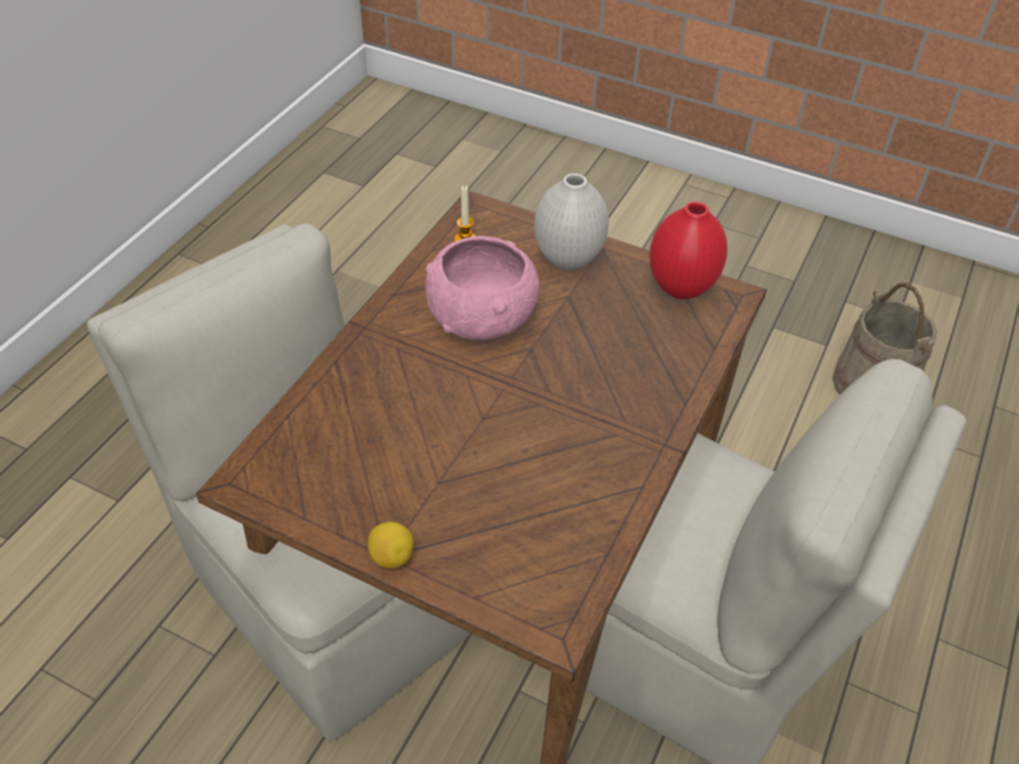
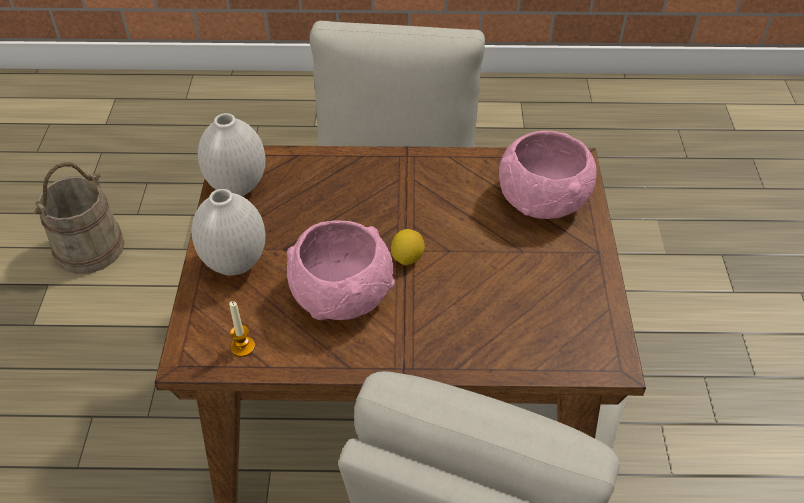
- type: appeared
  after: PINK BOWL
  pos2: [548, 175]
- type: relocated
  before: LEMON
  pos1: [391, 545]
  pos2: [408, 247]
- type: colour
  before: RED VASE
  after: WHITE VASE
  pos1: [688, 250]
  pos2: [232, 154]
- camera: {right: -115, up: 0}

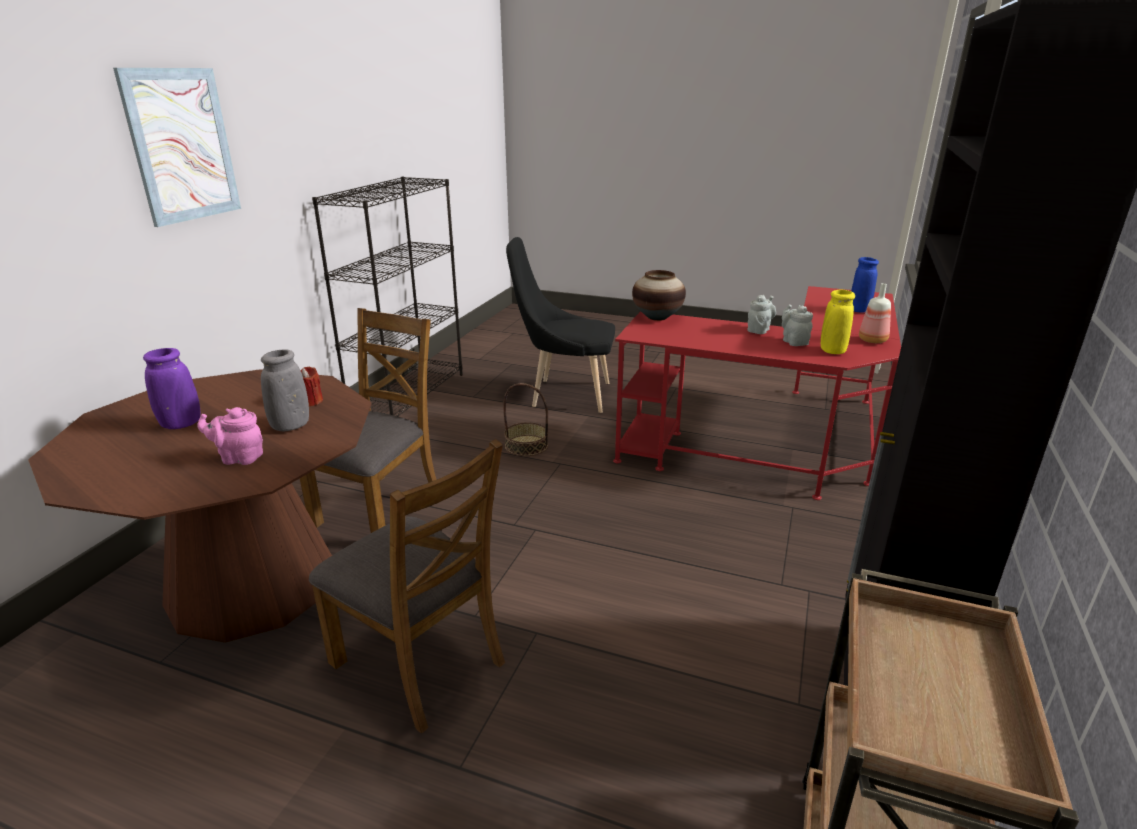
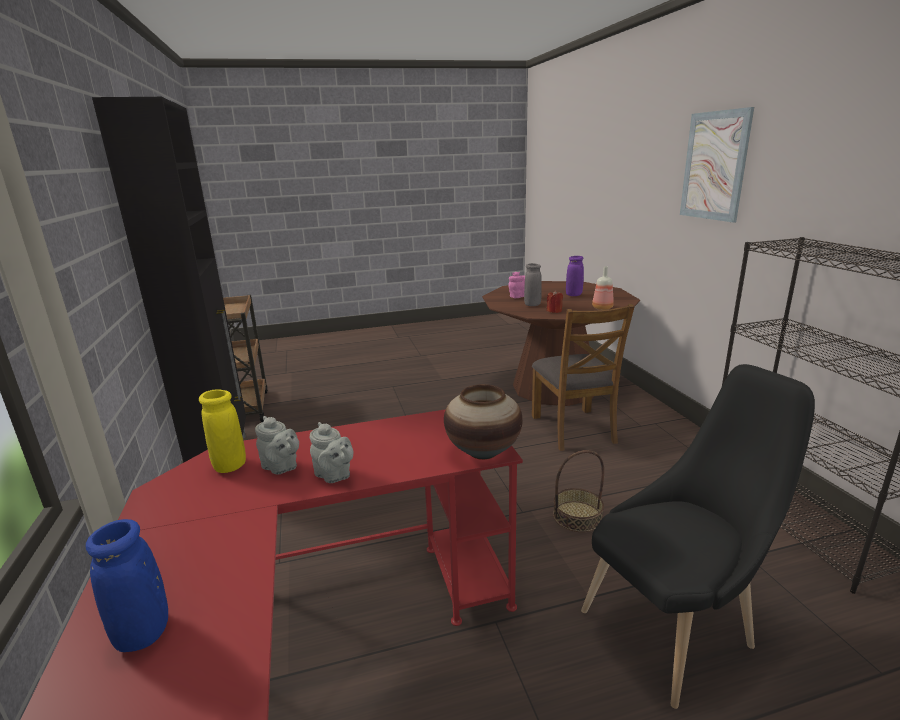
- type: missing
  before: BROWN CHAIR
  pos1: [407, 586]
- type: relocated
  before: BOTTLE
  pos1: [875, 313]
  pos2: [603, 288]
- type: spun
  before: GREY TEAPOT
  pos1: [761, 314]
  pos2: [331, 452]
  turn: -45
- camera: {right: 145, up: -5}

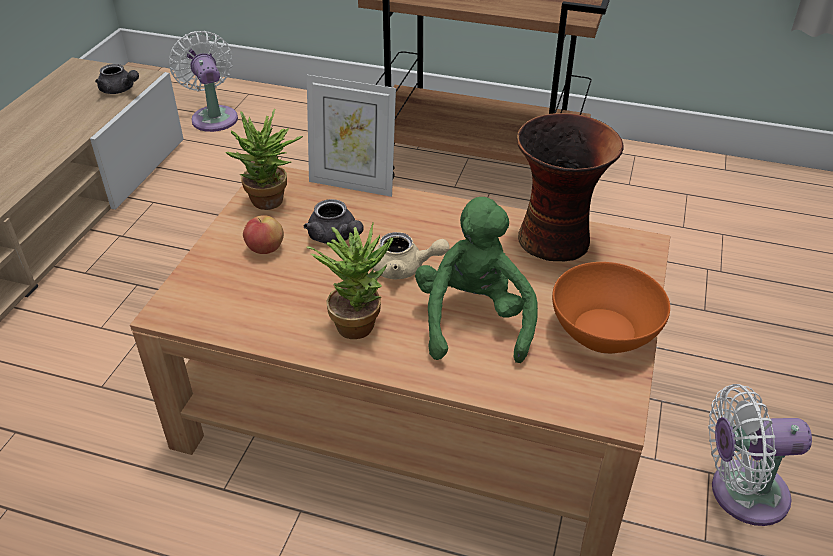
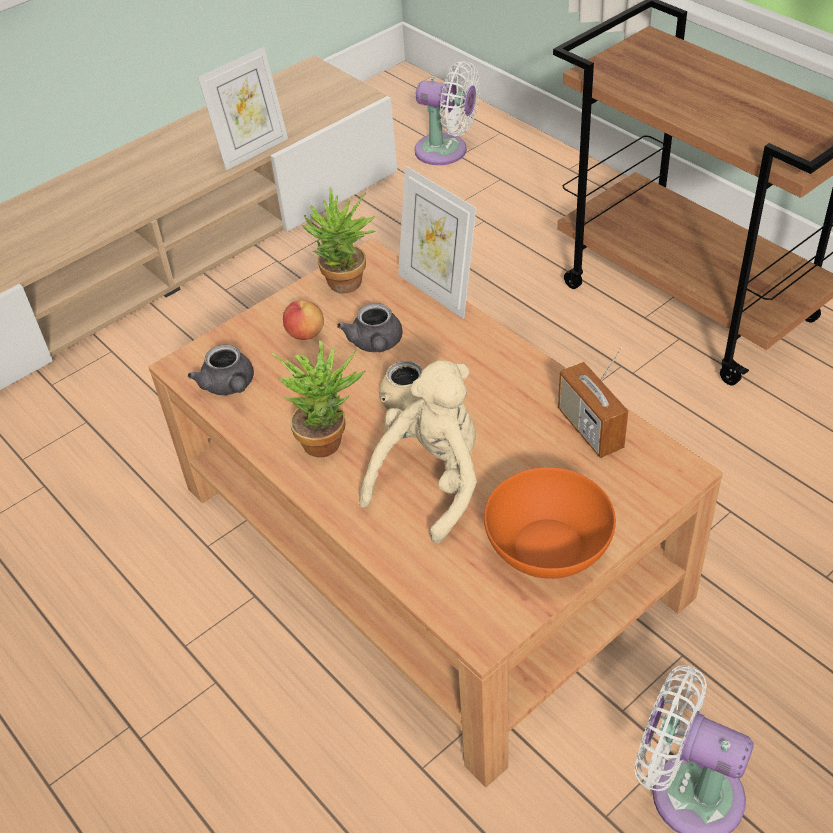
- type: appeared
  after: PICTURE FRAME
  pos2: [243, 108]
- type: relocated
  before: GREY TEAPOT
  pos1: [117, 79]
  pos2: [221, 370]
- type: exchanged
  before: VASE
  after: RADIO
  pos1: [570, 187]
  pos2: [593, 402]
- type: colour
  before: GREEN PLUSH TOY
  after: BEIGE PLUSH TOY
  pos1: [476, 280]
  pos2: [418, 451]
- type: spun
  before: WHITE FAN
  pos1: [203, 81]
  pos2: [447, 113]
  turn: 105
- camera: {right: 35, up: 5}

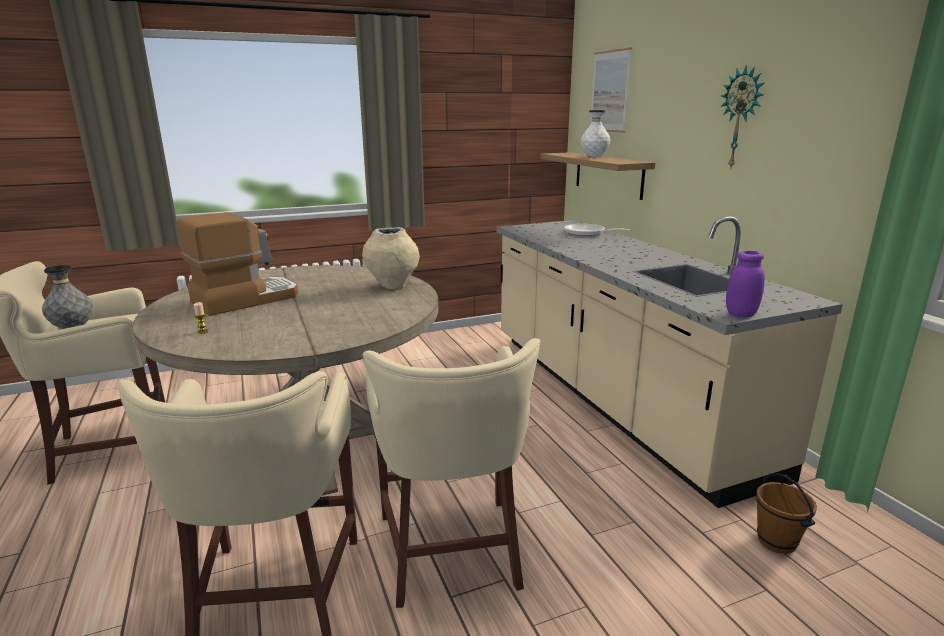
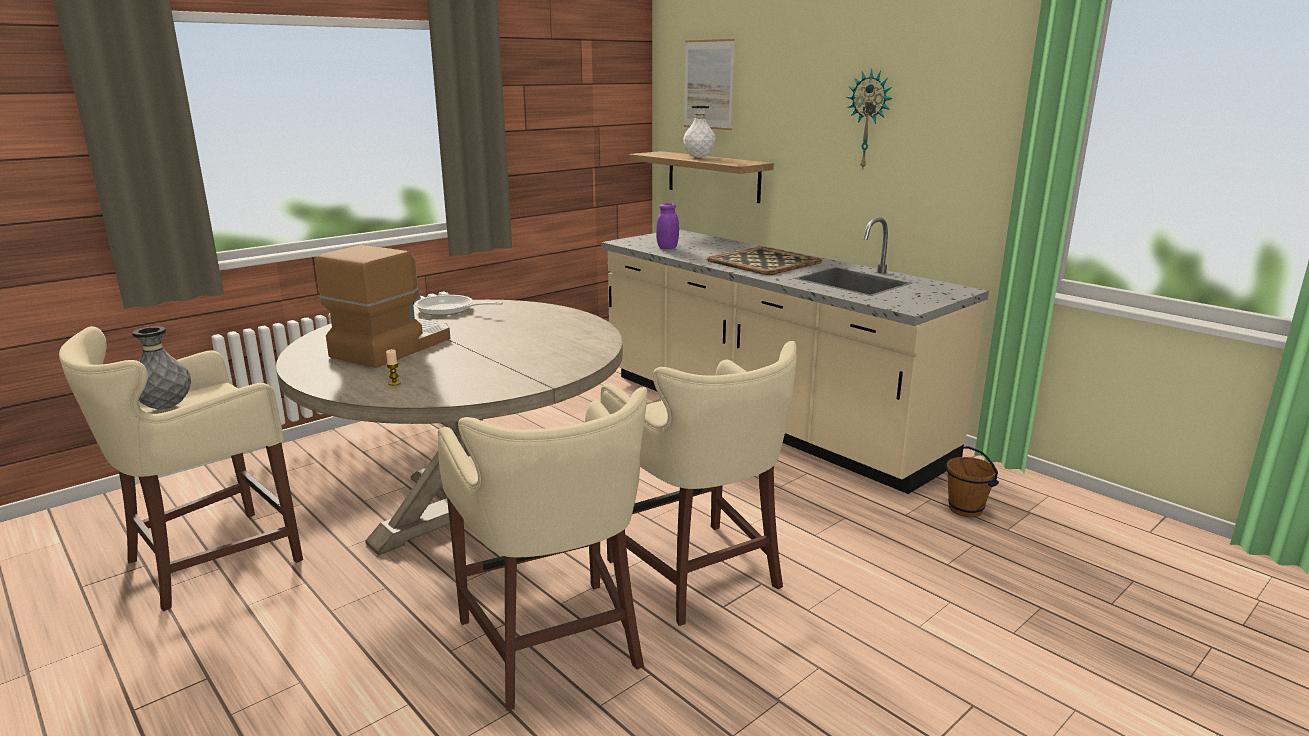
- type: missing
  before: BEIGE VASE
  pos1: [391, 258]
- type: appeared
  after: TRAY
  pos2: [764, 261]
- type: relocated
  before: FRYING PAN
  pos1: [597, 230]
  pos2: [459, 305]
- type: relocated
  before: PURPLE JAR
  pos1: [745, 284]
  pos2: [667, 226]
- camera: {right: -20, up: 0}

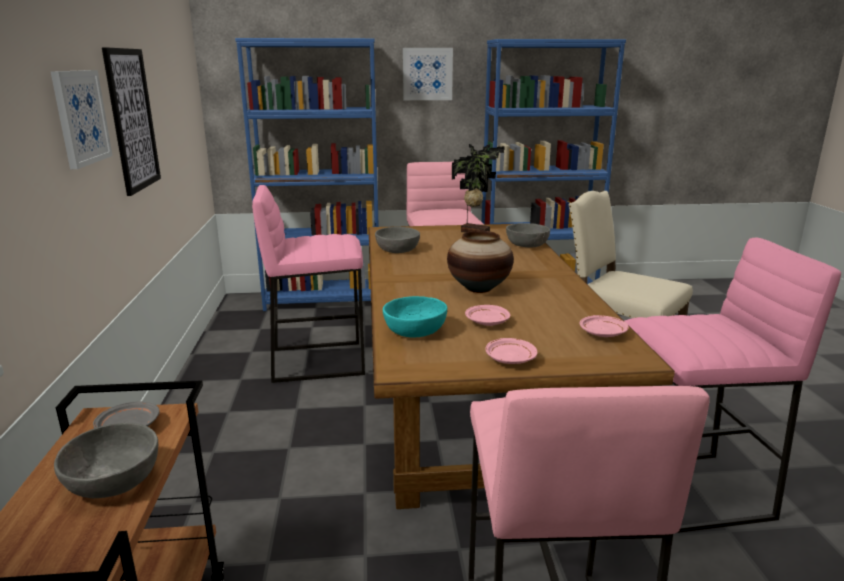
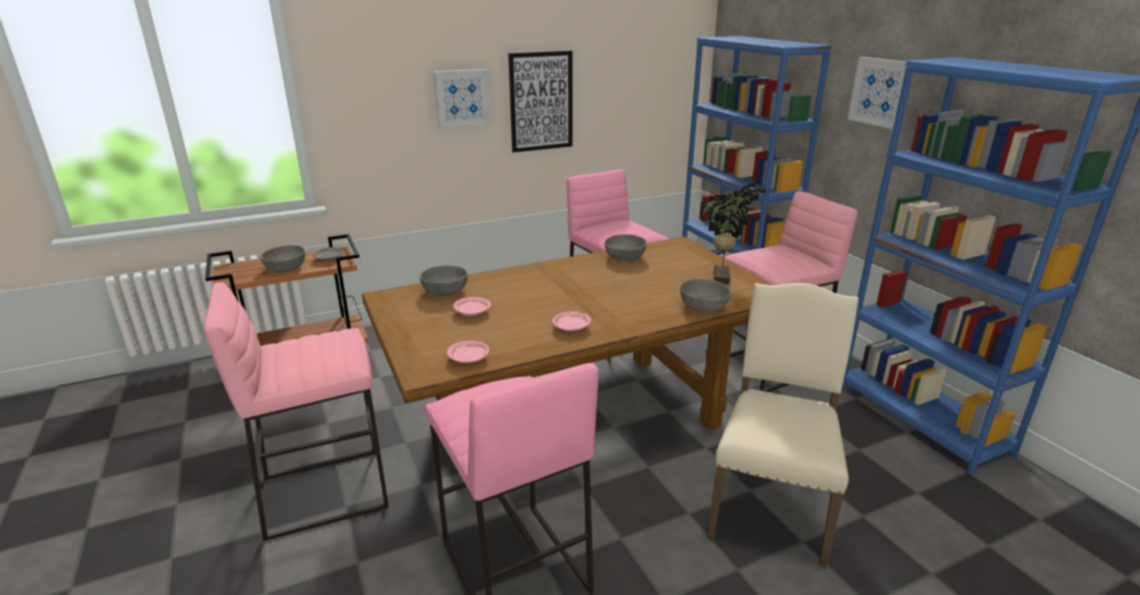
- type: missing
  before: VASE
  pos1: [480, 262]
- type: relocated
  before: PINK PLATE
  pos1: [511, 351]
  pos2: [572, 321]
- type: colour
  before: TURQUOISE BOWL
  after: GREY BOWL
  pos1: [415, 316]
  pos2: [444, 280]
- camera: {right: 70, up: 5}

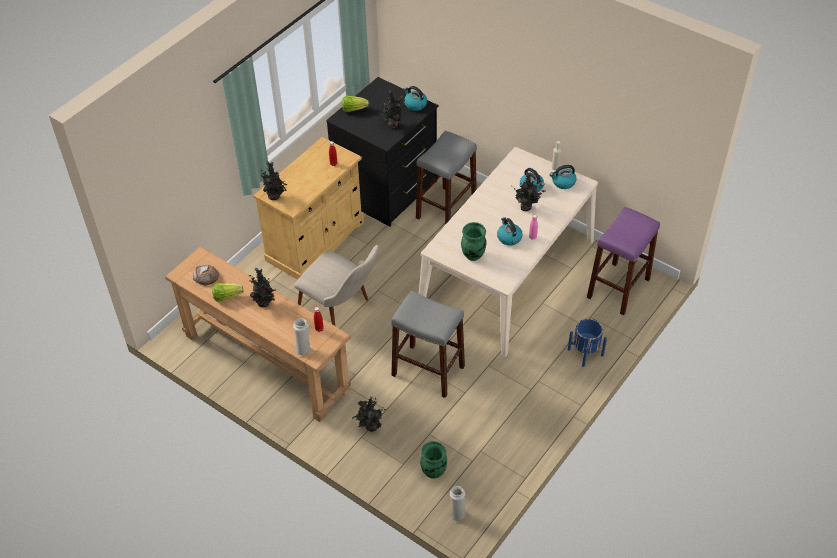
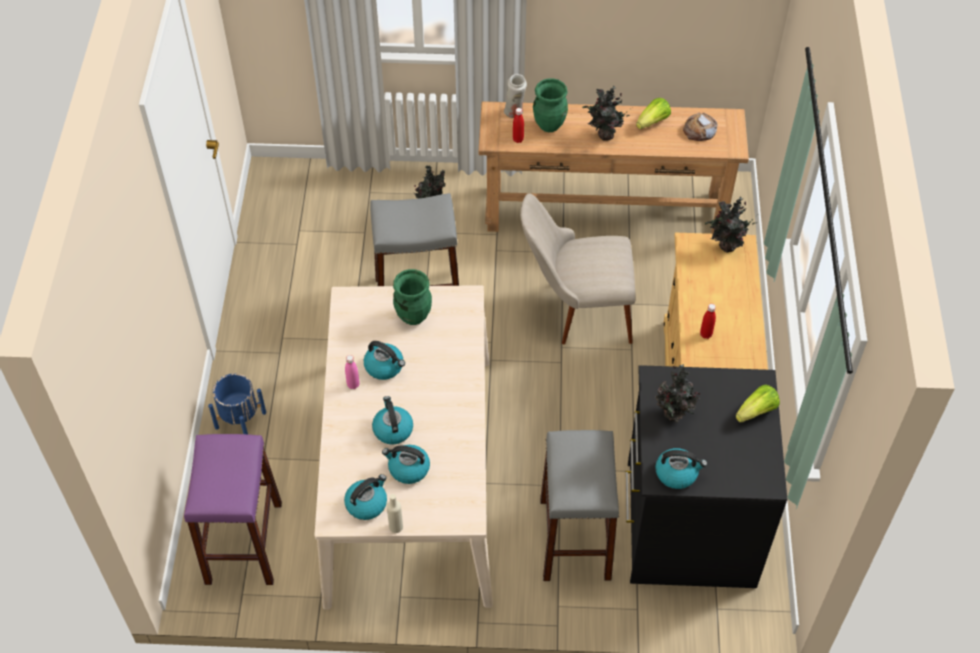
- type: missing
  before: WHITE VASE
  pos1: [458, 504]
- type: relocated
  before: GREEN VASE
  pos1: [433, 460]
  pos2: [550, 105]
- type: exchanged
  before: POTTED PLANT
  after: KETTLE
  pos1: [529, 191]
  pos2: [392, 420]
- camera: {right: 145, up: 5}

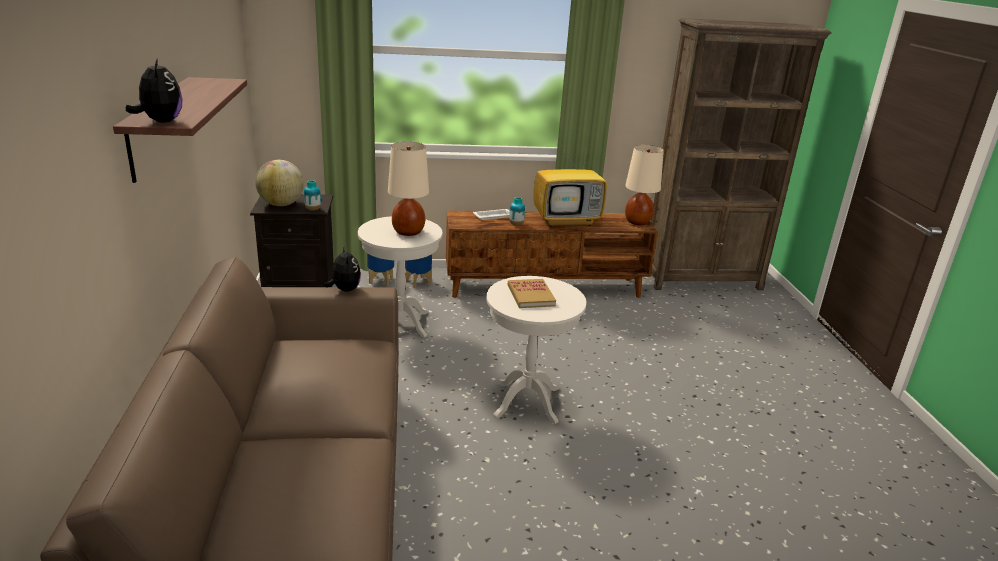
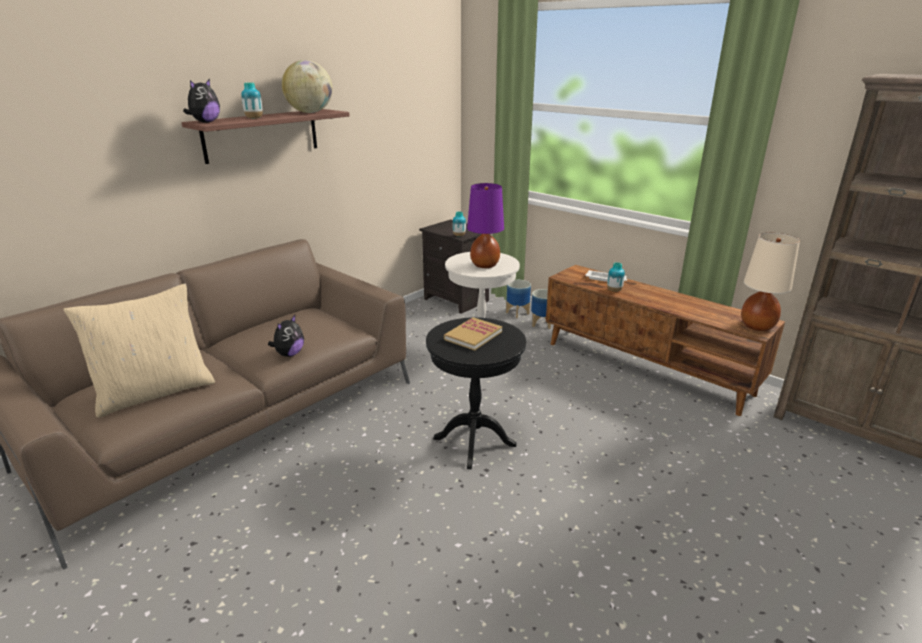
- type: missing
  before: TELEVISION
  pos1: [570, 184]
- type: appeared
  after: BEIGE PILLOW
  pos2: [139, 351]
- type: appeared
  after: VASE
  pos2: [252, 100]
- type: relocated
  before: GLOBE
  pos1: [279, 183]
  pos2: [307, 86]
- type: relocated
  before: PLUSH TOY
  pos1: [342, 268]
  pos2: [286, 336]
- type: colour
  before: BEIGE TABLE LAMP
  after: PURPLE TABLE LAMP
  pos1: [408, 189]
  pos2: [485, 225]
- type: colour
  before: WHITE SIDE TABLE
  after: BLACK SIDE TABLE
  pos1: [536, 350]
  pos2: [476, 393]
- camera: {right: 50, up: 0}

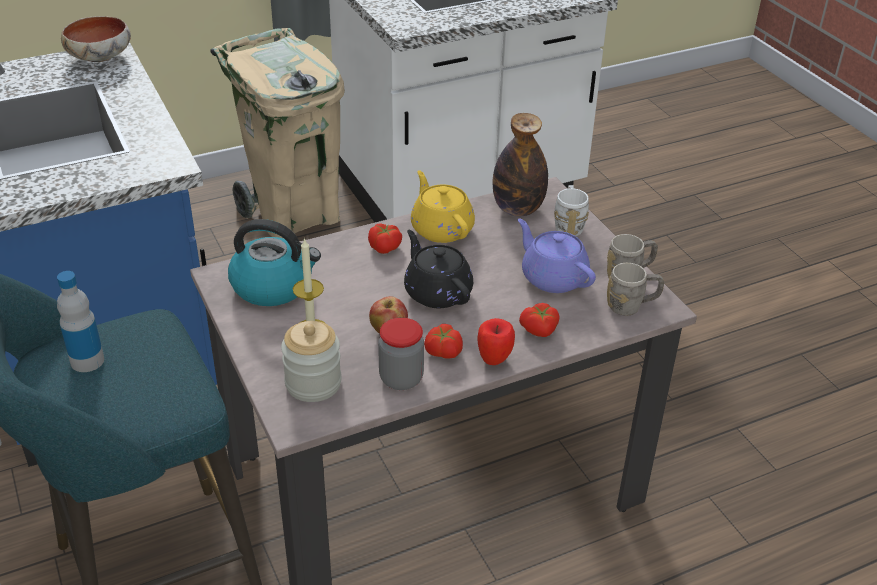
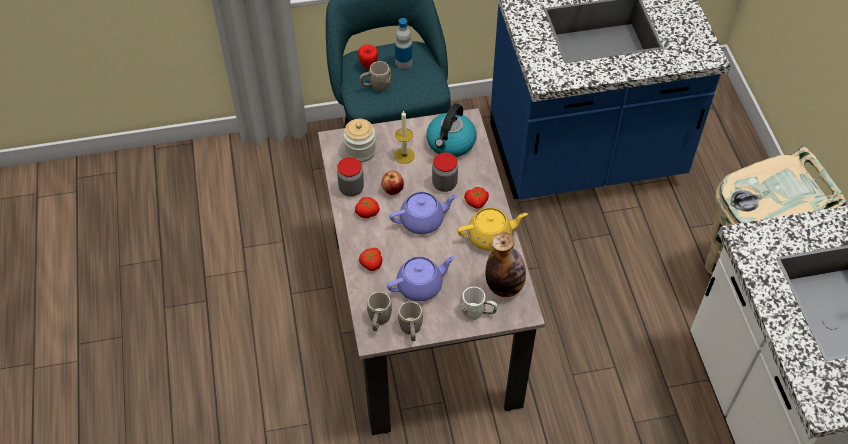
- type: missing
  before: BOWL
  pos1: [96, 39]
- type: appeared
  after: GREY MUG
  pos2: [375, 76]
- type: appeared
  after: JAR
  pos2: [445, 172]
- type: relocated
  before: APPLE
  pos1: [496, 341]
  pos2: [368, 56]
- type: colour
  before: BLACK TEAPOT
  after: PURPLE TEAPOT
  pos1: [438, 269]
  pos2: [424, 213]
- camera: {right: 105, up: 15}

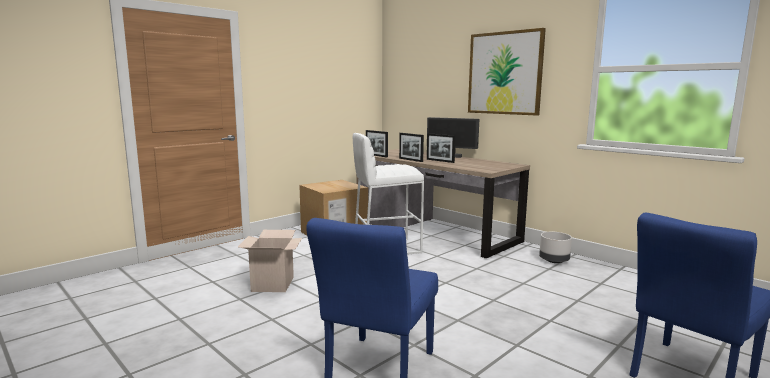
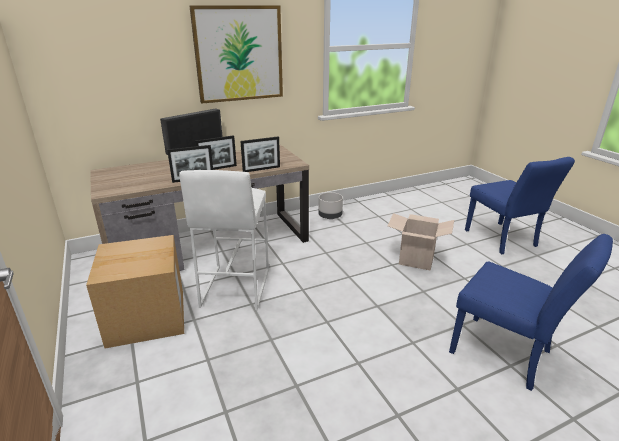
- type: relocated
  before: CARDBOARD BOX
  pos1: [270, 261]
  pos2: [420, 242]
- type: relocated
  before: PICTURE FRAME
  pos1: [377, 143]
  pos2: [260, 154]
- camera: {right: -70, up: 15}

